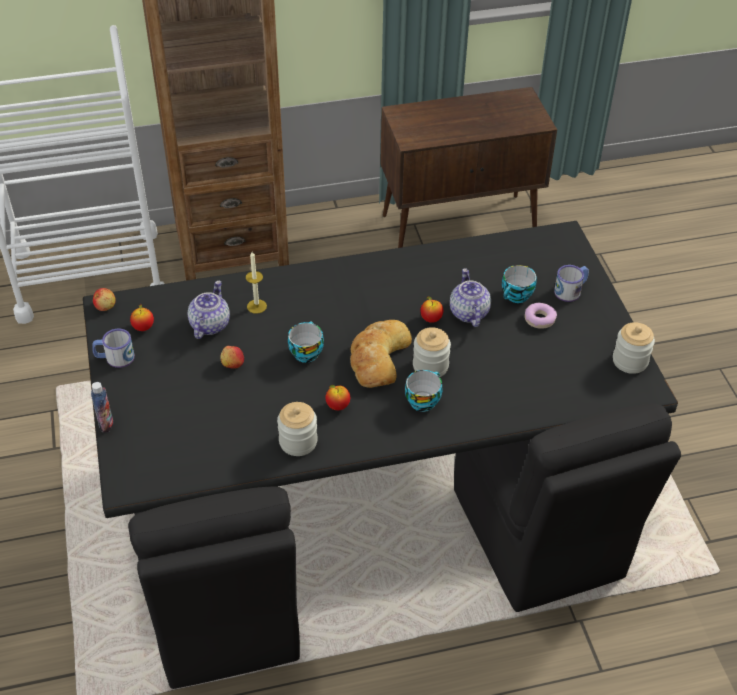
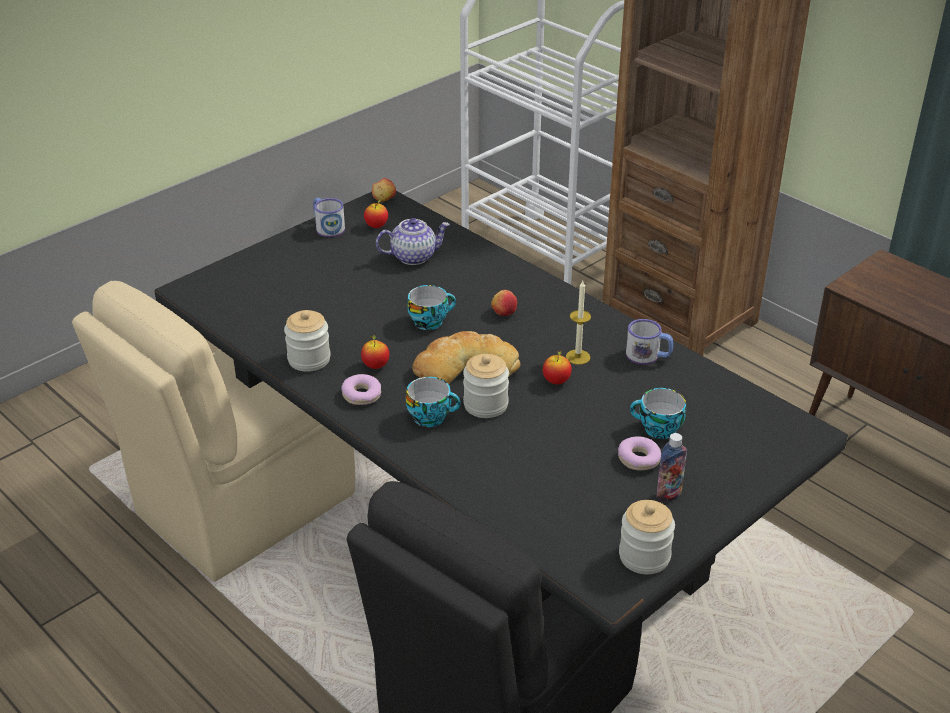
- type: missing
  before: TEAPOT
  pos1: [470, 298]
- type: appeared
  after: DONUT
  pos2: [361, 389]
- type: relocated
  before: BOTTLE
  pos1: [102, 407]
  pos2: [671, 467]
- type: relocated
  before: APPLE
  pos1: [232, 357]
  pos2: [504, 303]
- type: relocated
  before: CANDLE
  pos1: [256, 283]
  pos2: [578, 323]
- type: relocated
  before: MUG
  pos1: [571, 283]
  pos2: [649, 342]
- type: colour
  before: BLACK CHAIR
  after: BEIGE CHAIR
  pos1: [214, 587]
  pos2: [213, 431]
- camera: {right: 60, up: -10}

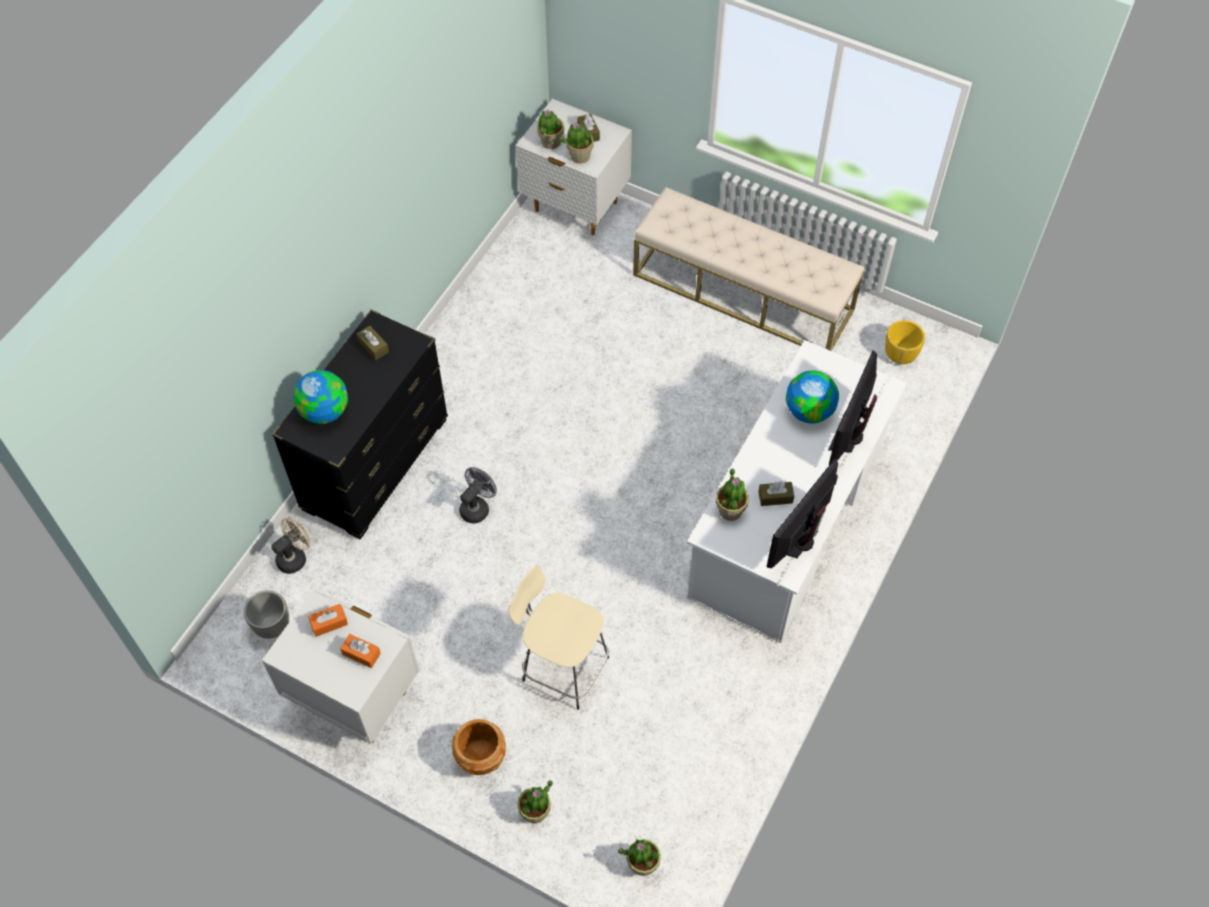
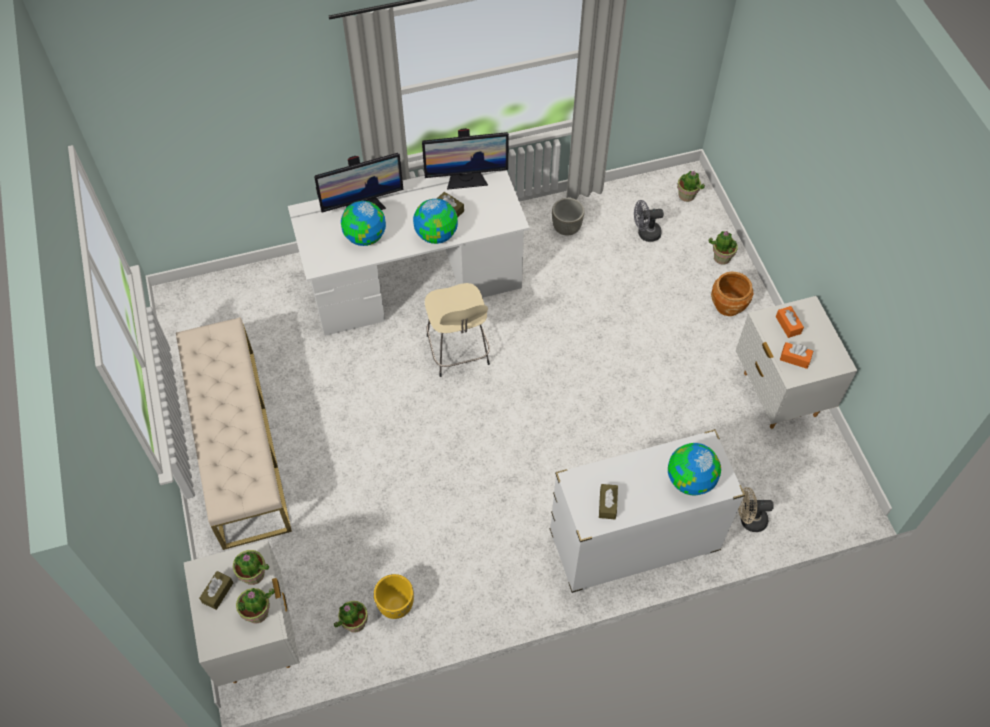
- type: appeared
  after: GLOBE
  pos2: [435, 221]
- type: relocated
  before: GREY PLANTER
  pos1: [266, 614]
  pos2: [568, 217]
- type: relocated
  before: GREY FAN
  pos1: [478, 495]
  pos2: [649, 221]
- type: relocated
  before: BEIGE STOOL
  pos1: [558, 637]
  pos2: [457, 330]
- type: relocated
  before: POTTED PLANT
  pos1: [732, 495]
  pos2: [351, 617]
- type: relocated
  before: YELLOW PLANTER
  pos1: [905, 342]
  pos2: [394, 596]
- type: colour
  before: BLACK DRESSER
  after: WHITE DRESSER
  pos1: [360, 424]
  pos2: [647, 511]
- camera: {right: -135, up: 0}

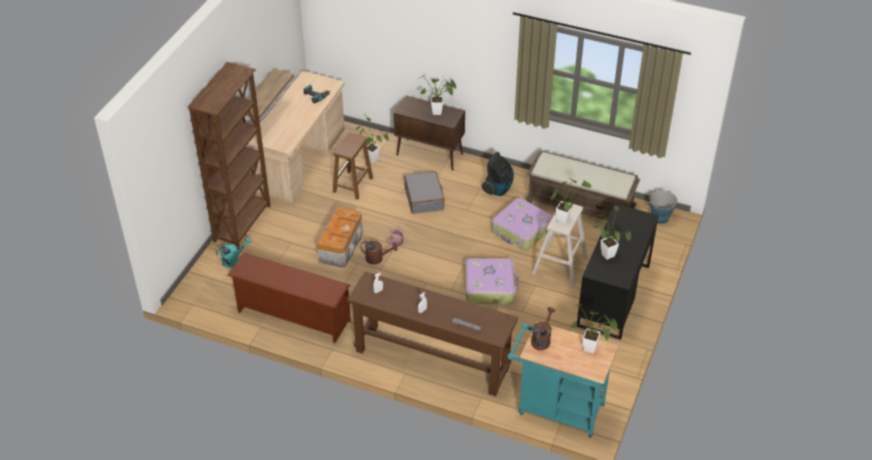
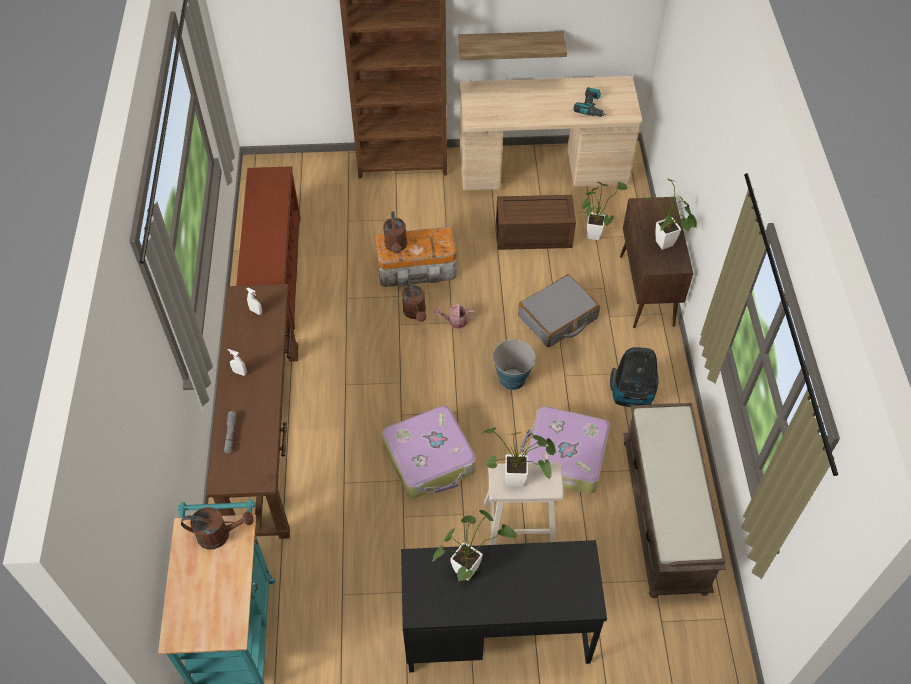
- type: missing
  before: TURQUOISE WATERING CAN
  pos1: [233, 252]
- type: missing
  before: POTTED PLANT
  pos1: [594, 328]
- type: appeared
  after: BROWN WATERING CAN
  pos2: [395, 232]
- type: relocated
  before: BUCKET
  pos1: [662, 207]
  pos2: [514, 364]
- type: exchanged
  before: BROWN STOOL
  after: BROWN STORAGE BOX
  pos1: [353, 166]
  pos2: [536, 222]
- camera: {right: 65, up: 10}

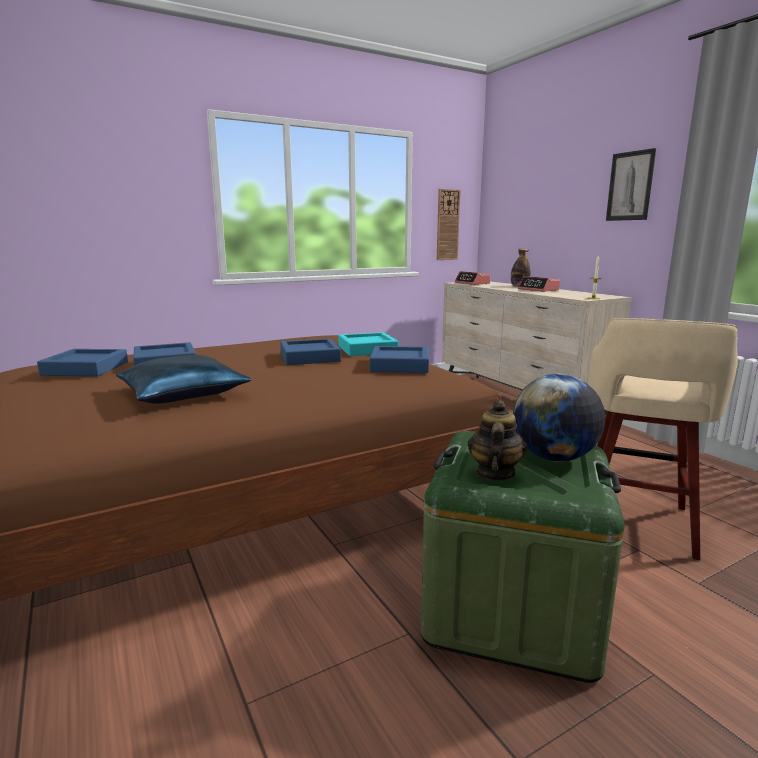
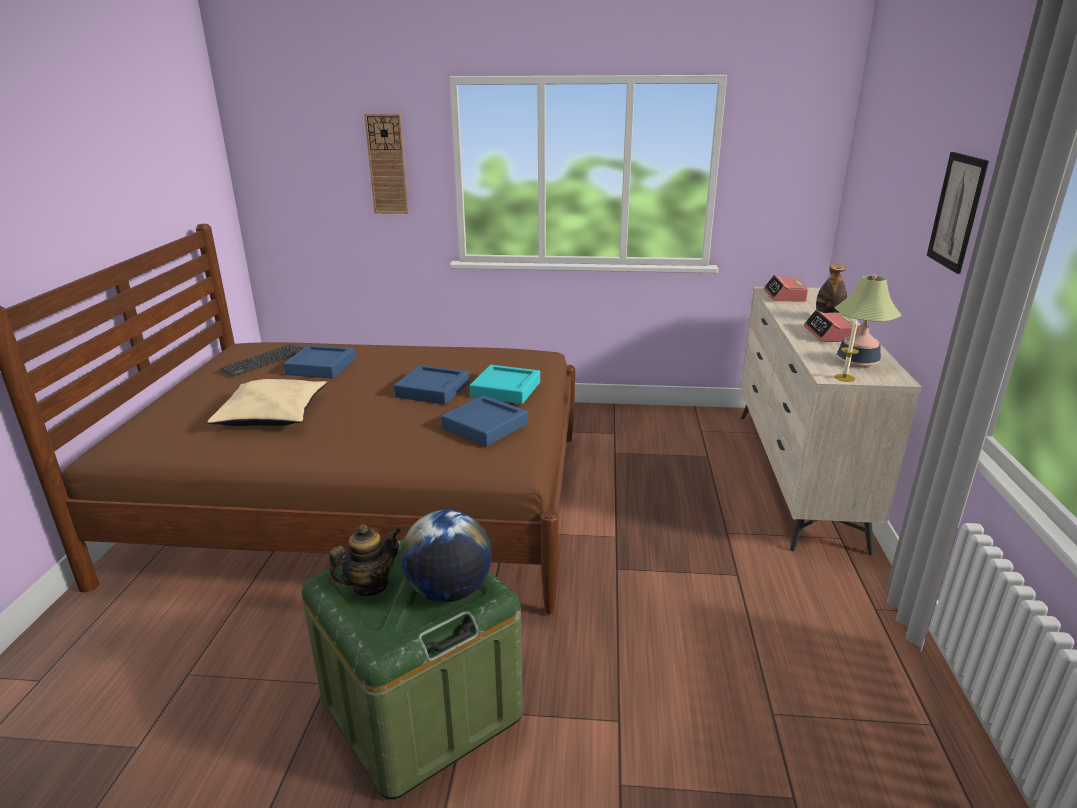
- type: missing
  before: BEIGE STOOL
  pos1: [663, 439]
- type: appeared
  after: TABLE LAMP
  pos2: [868, 320]
- type: relocated
  before: WALL CLOCK
  pos1: [448, 224]
  pos2: [386, 164]
- type: exchanged
  before: BLUE TRAY
  after: KEYBOARD
  pos1: [82, 362]
  pos2: [261, 360]
- type: colour
  before: BLUE PILLOW
  after: BEIGE PILLOW
  pos1: [184, 379]
  pos2: [267, 402]
- camera: {right: 35, up: 10}

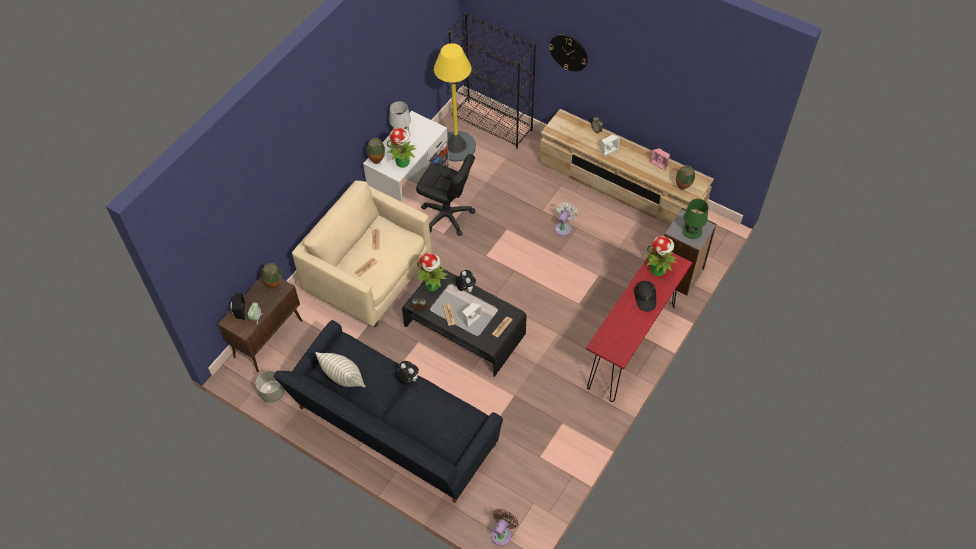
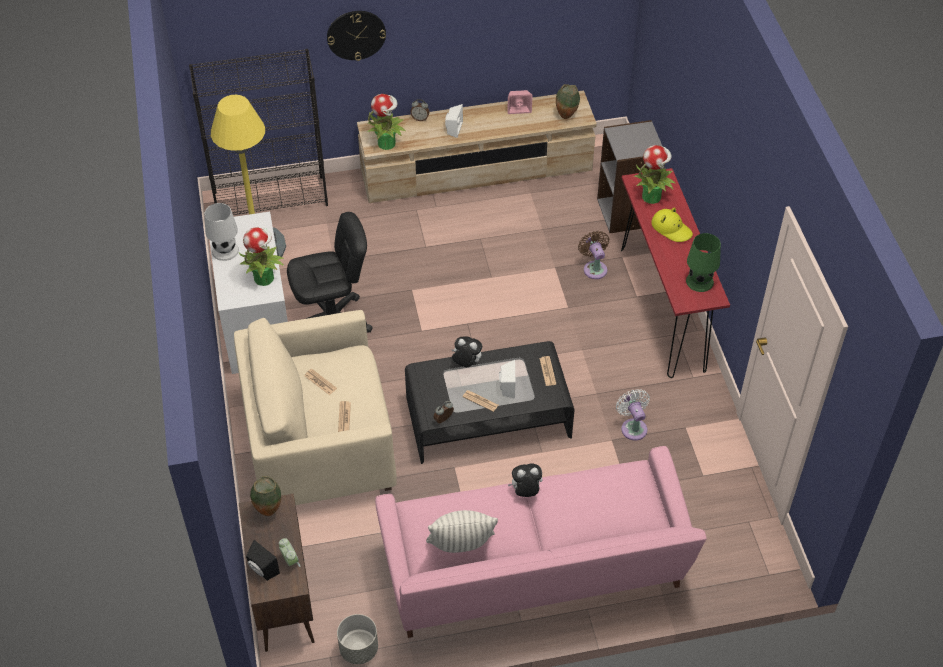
- type: missing
  before: VASE
  pos1: [375, 151]
- type: relocated
  before: POTTED PLANT
  pos1: [432, 272]
  pos2: [387, 122]
- type: relocated
  before: BROWN FAN
  pos1: [505, 527]
  pos2: [593, 255]
- type: relocated
  before: WHITE FAN
  pos1: [566, 219]
  pos2: [633, 415]
- type: relocated
  before: GREEN TABLE LAMP
  pos1: [695, 219]
  pos2: [703, 262]
- type: colour
  before: BLACK SOFA
  after: PINK SOFA
  pos1: [388, 411]
  pos2: [541, 542]
- type: colour
  before: BLACK HAT
  after: YELLOW HAT
  pos1: [645, 296]
  pos2: [672, 225]
- camera: {right: -45, up: -5}

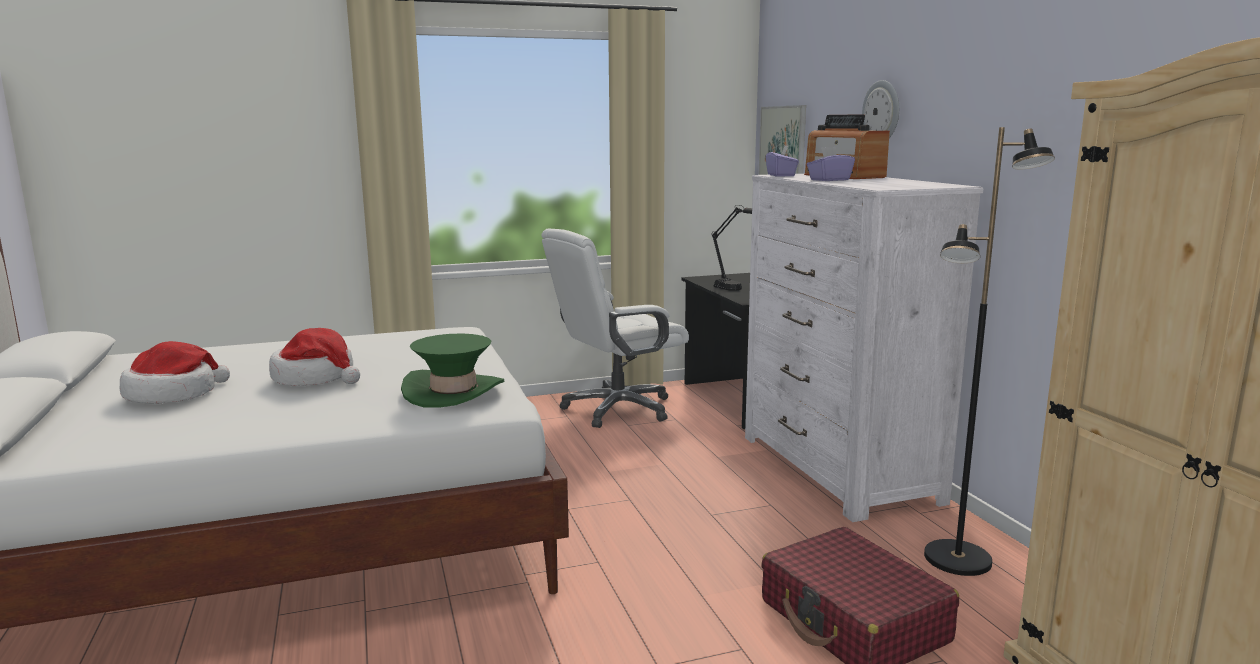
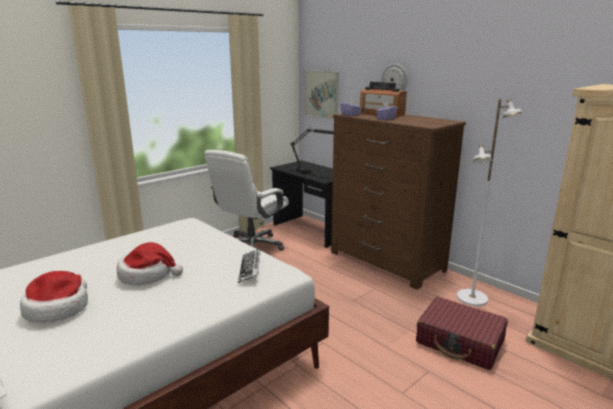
- type: exchanged
  before: GREEN HAT
  after: KEYBOARD
  pos1: [452, 370]
  pos2: [249, 266]
- type: colour
  before: WHITE DRESSER
  after: BROWN DRESSER
  pos1: [864, 348]
  pos2: [398, 202]
- type: colour
  before: BLACK FLOOR LAMP
  after: WHITE FLOOR LAMP
  pos1: [989, 351]
  pos2: [489, 202]
- camera: {right: -25, up: 5}

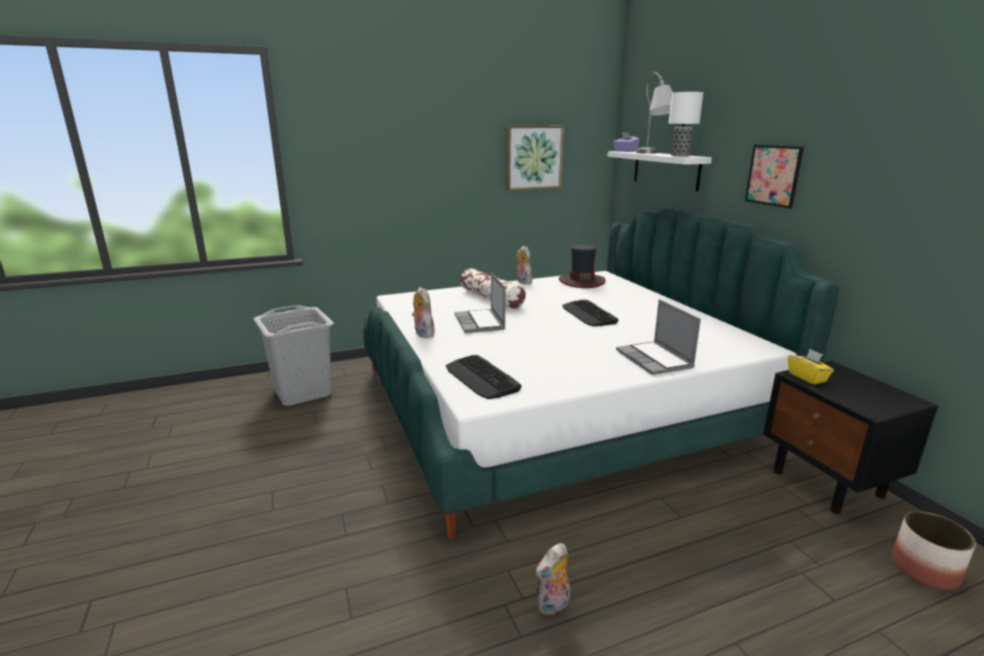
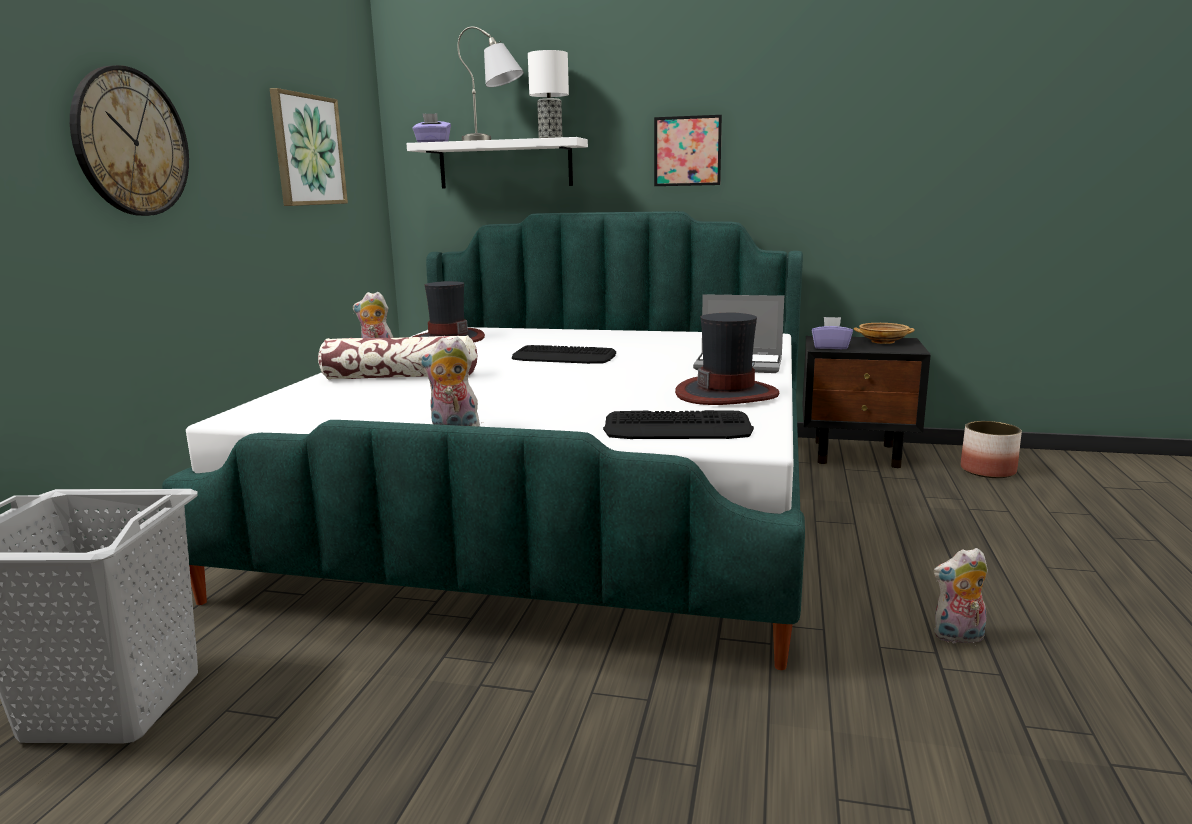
- type: missing
  before: LAPTOP
  pos1: [479, 303]
- type: appeared
  after: WALL CLOCK
  pos2: [129, 140]
- type: appeared
  after: HAT
  pos2: [727, 358]
- type: appeared
  after: BEIGE BOWL
  pos2: [884, 333]
- type: colour
  before: YELLOW TISSUE BOX
  after: PURPLE TISSUE BOX
  pos1: [811, 366]
  pos2: [832, 333]
- type: spun
  before: PLUSH TOY
  pos1: [553, 579]
  pos2: [960, 595]
  turn: 90
- camera: {right: -55, up: -5}

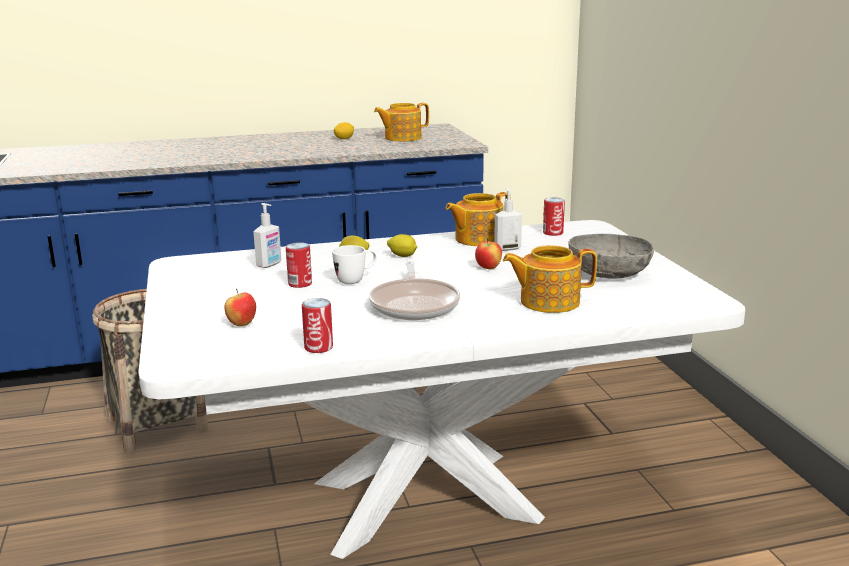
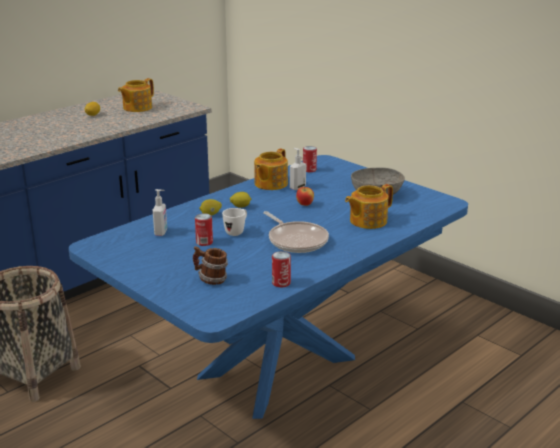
- type: exchanged
  before: APPLE
  after: MUG
  pos1: [240, 307]
  pos2: [210, 265]
- type: colour
  before: WHITE DINING TABLE
  after: BLUE DINING TABLE
  pos1: [441, 389]
  pos2: [268, 287]
- camera: {right: -30, up: 5}

